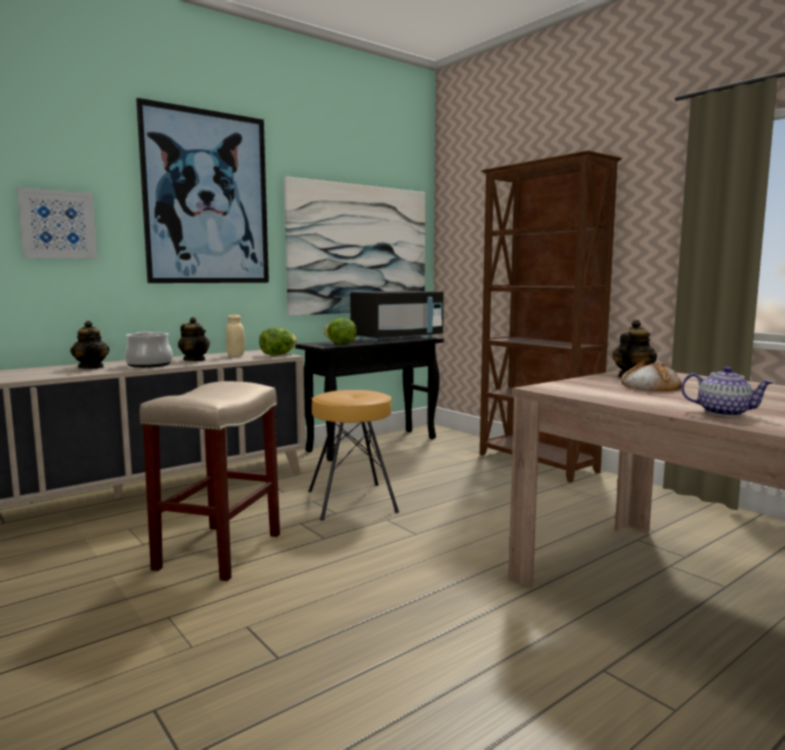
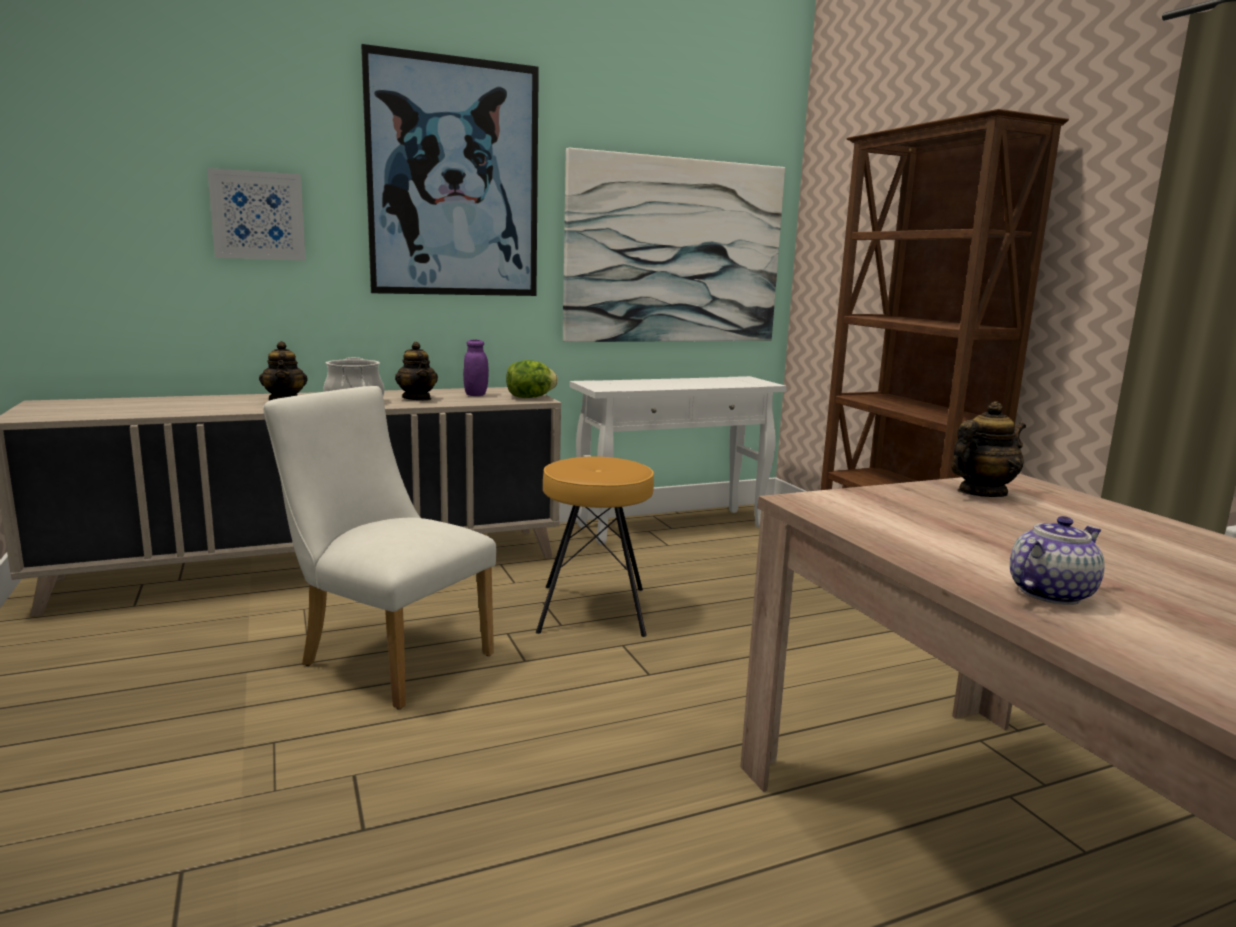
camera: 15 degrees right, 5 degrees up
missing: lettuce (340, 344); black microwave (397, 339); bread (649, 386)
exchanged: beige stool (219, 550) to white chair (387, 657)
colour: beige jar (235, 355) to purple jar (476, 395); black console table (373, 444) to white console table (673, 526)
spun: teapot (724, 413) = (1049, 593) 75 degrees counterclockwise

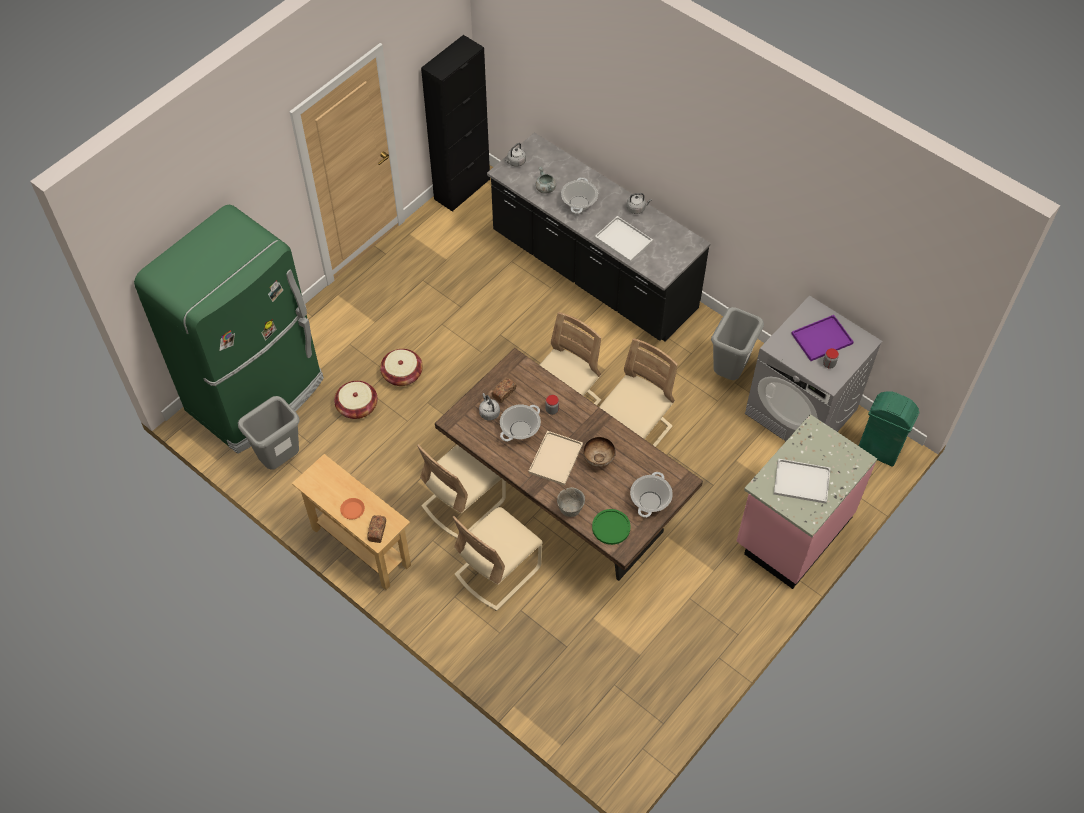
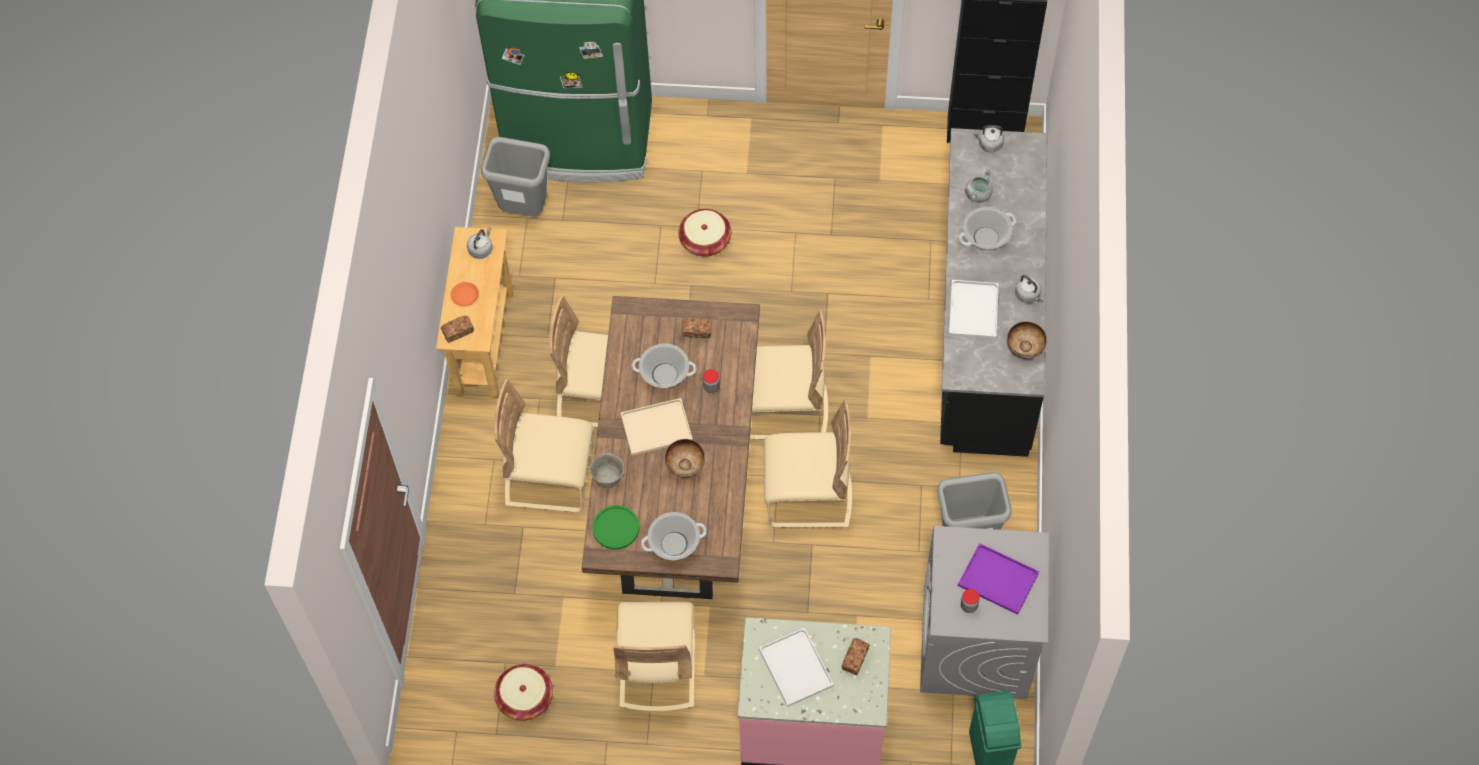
camera: 55 degrees right, 5 degrees up
appeared: beige chair (657, 668); bread (855, 659); bowl (1024, 349)
relocated: basket (357, 406) to (525, 698); grey kettle (489, 412) to (481, 249)

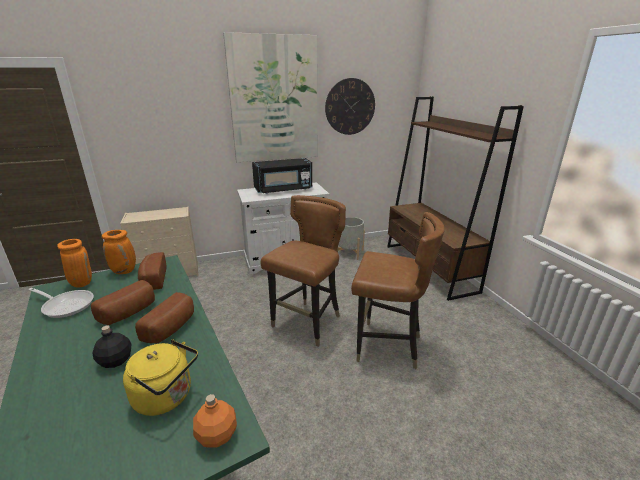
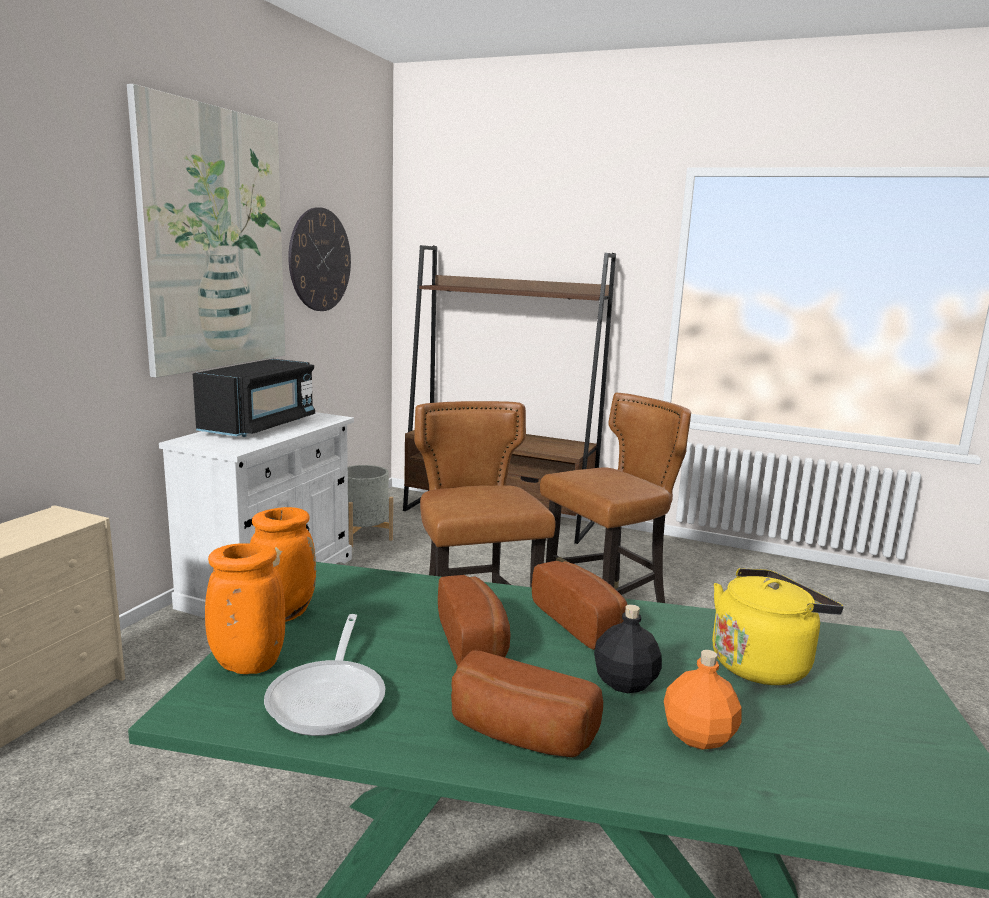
camera: 50 degrees left, 10 degrees down
relocated: bread (153, 279) to (518, 735); orange bottle (217, 435) to (697, 735)
spun: frying pan (66, 305) = (330, 697) 120 degrees clockwise

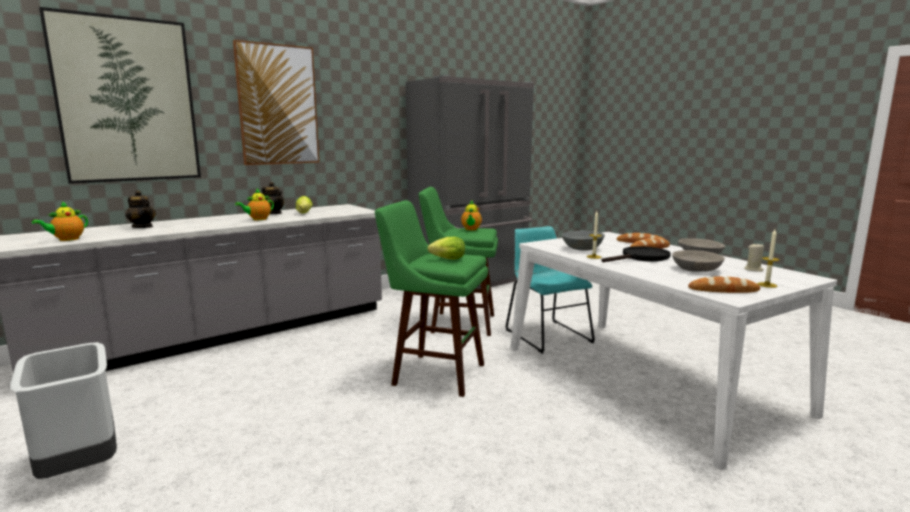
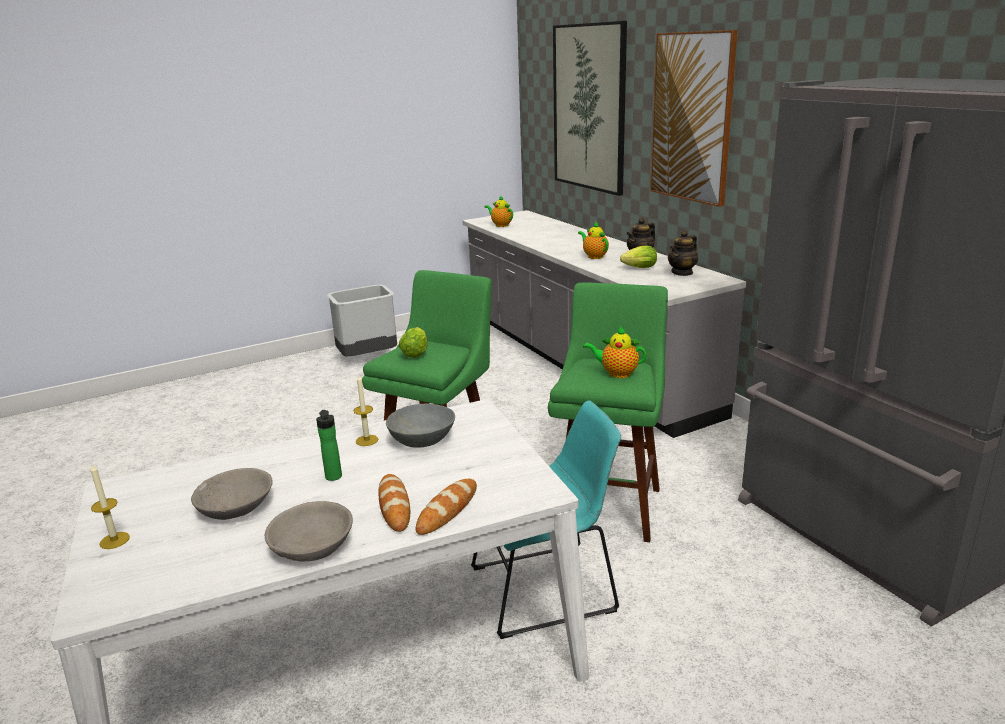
camera: 100 degrees right, 10 degrees up
missing: bread (723, 290); beige candle (753, 269)
relocated: teapot (143, 227) to (682, 272)
exchanged: black frying pan (641, 258) to bottle (334, 478)

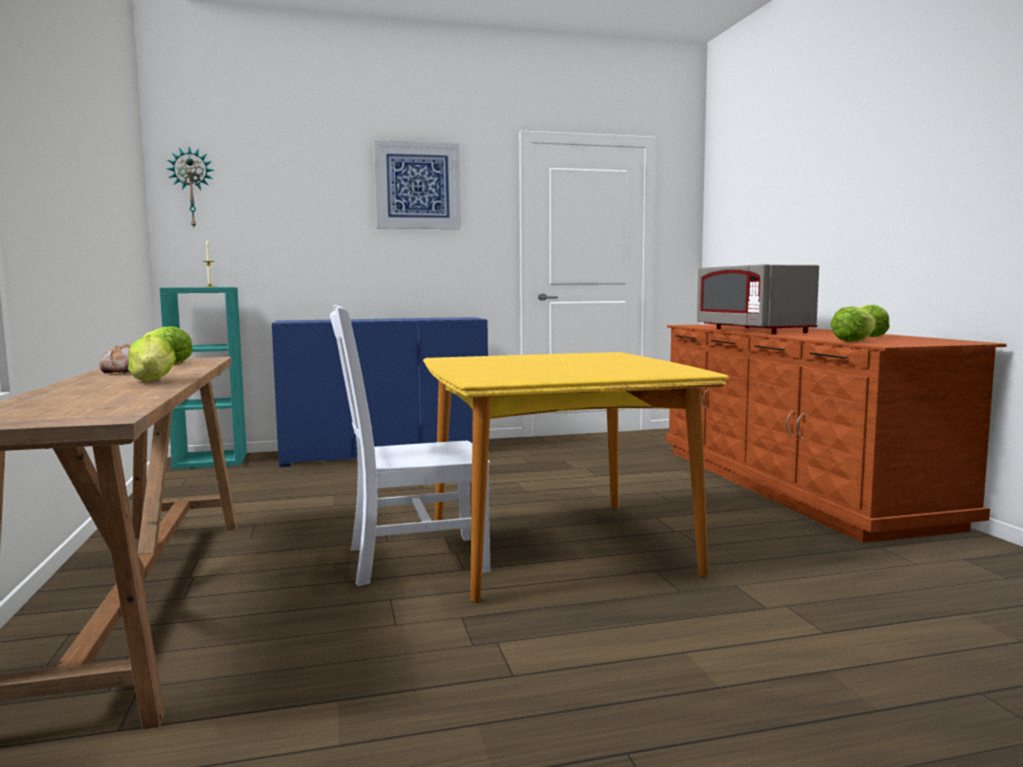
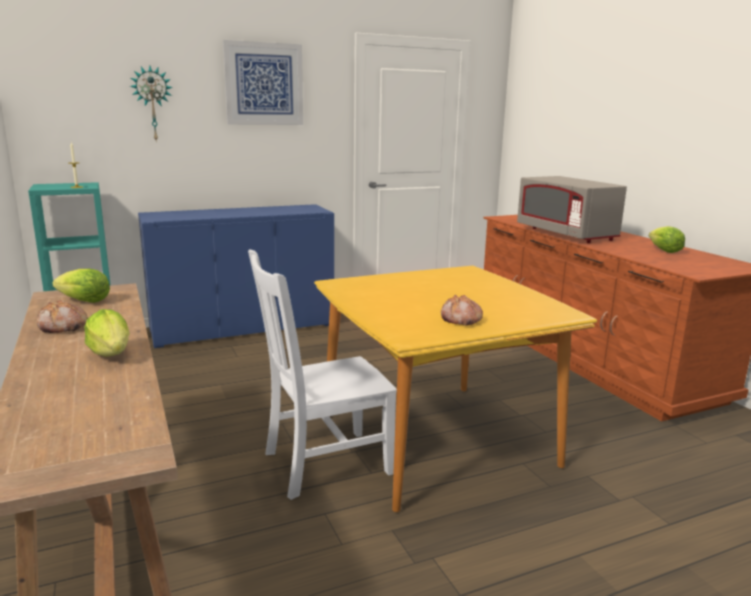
camera: 10 degrees left, 10 degrees up
missing: lettuce (852, 341)
appeared: bread (460, 319)
relocated: wall clock (192, 188) to (152, 104)

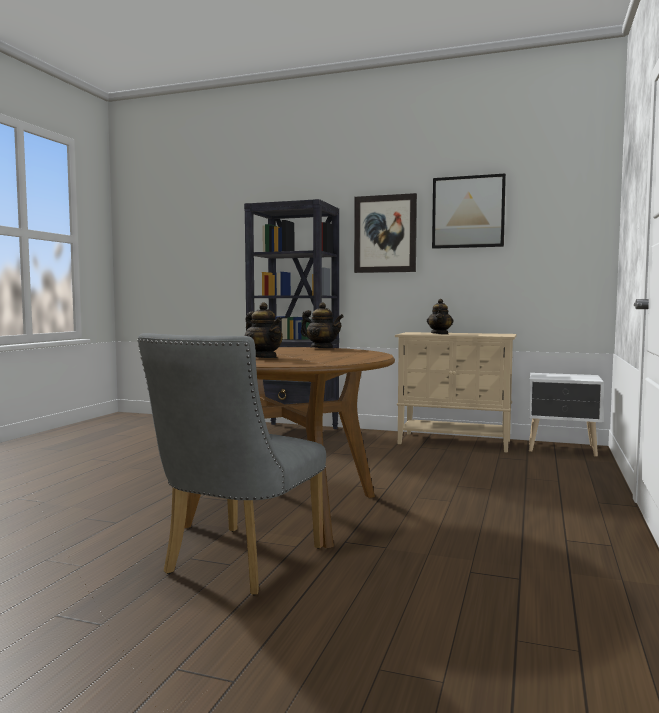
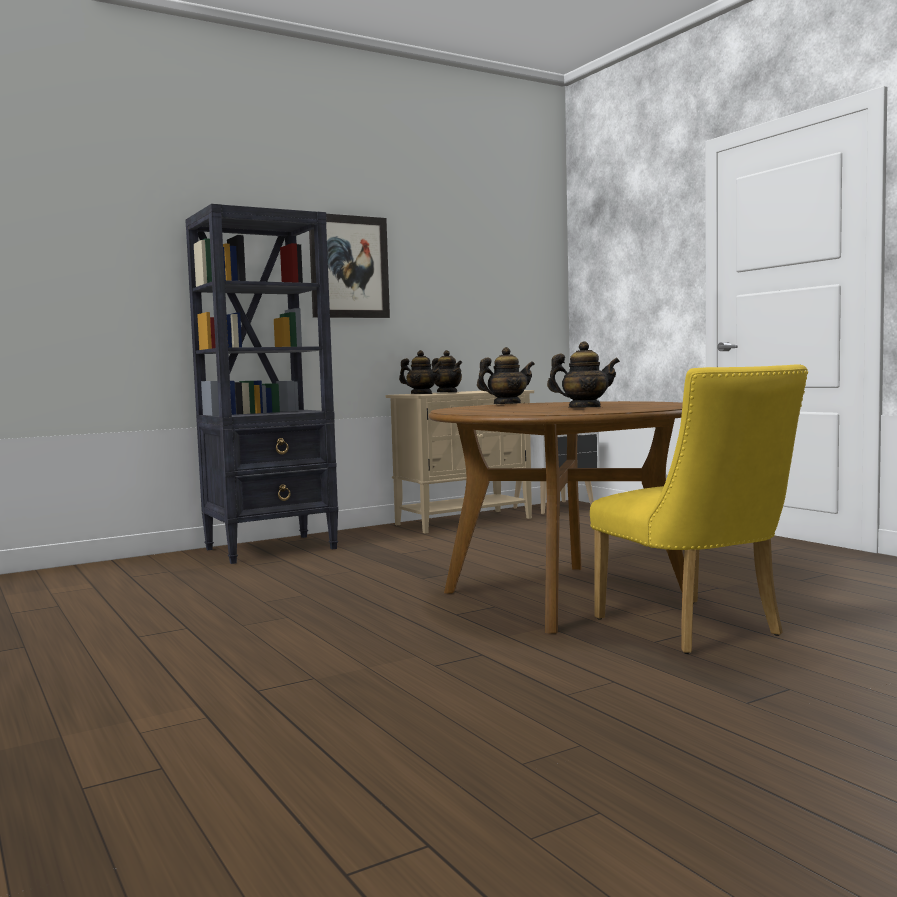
camera: 50 degrees left, 0 degrees up
missing: picture (468, 212)
appeared: teapot (421, 394)
colour: grey chair (237, 564) to yellow chair (696, 630)

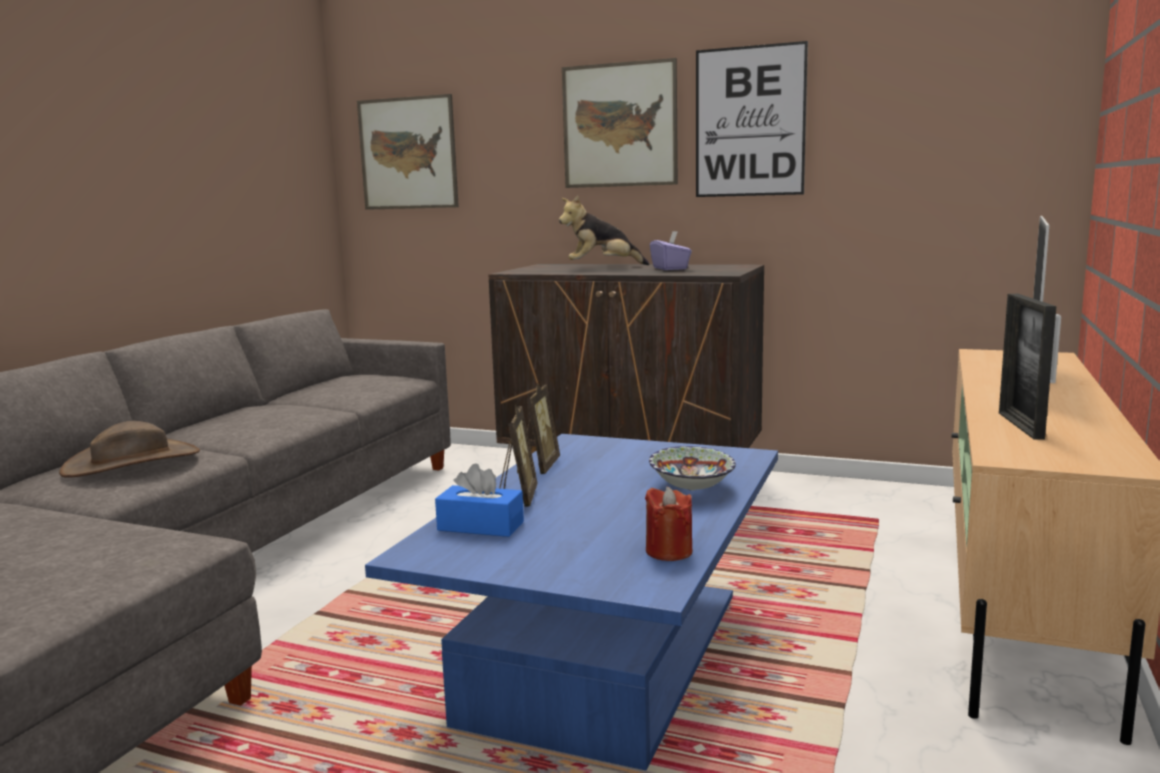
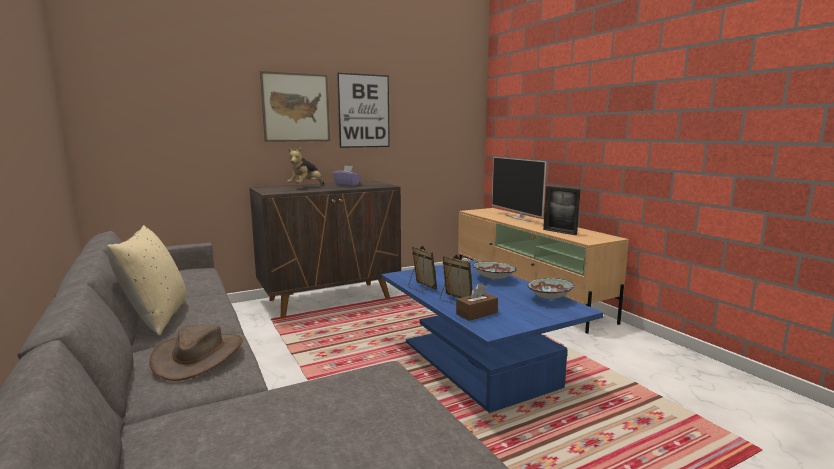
camera: 50 degrees left, 0 degrees up
missing: picture (408, 153)
appeared: beige pillow (156, 318)
exchanged: red candle (669, 551) to bowl (550, 298)
colour: blue tissue box (480, 526) to brown tissue box (476, 313)

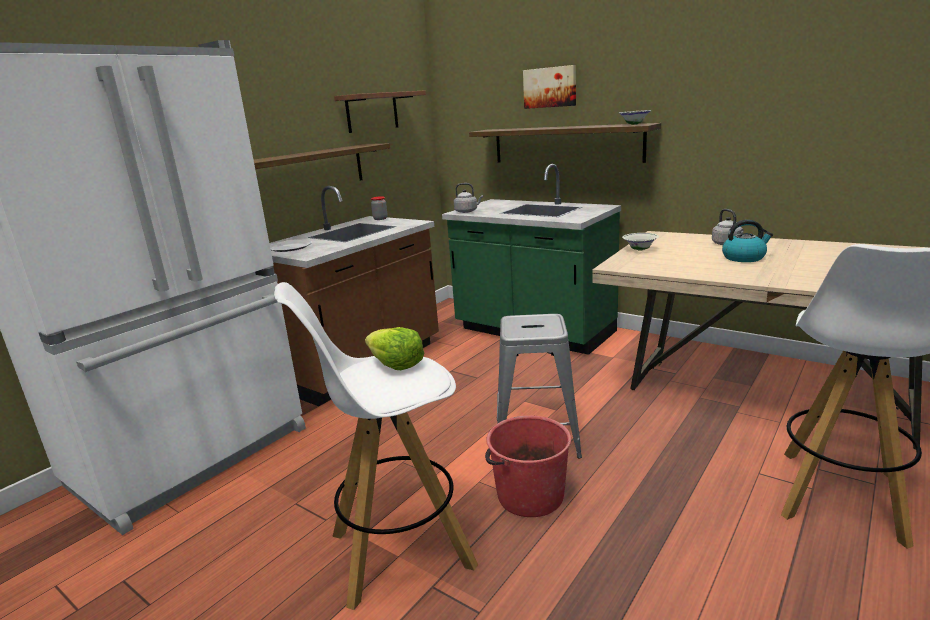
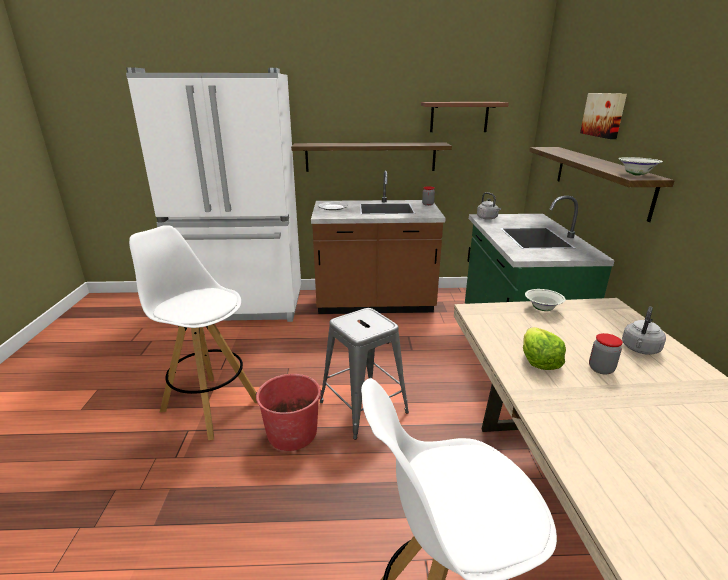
camera: 50 degrees right, 5 degrees up
relocated: lettuce (396, 365) to (538, 361)
exchanged: kettle (744, 258) to jar (601, 369)

